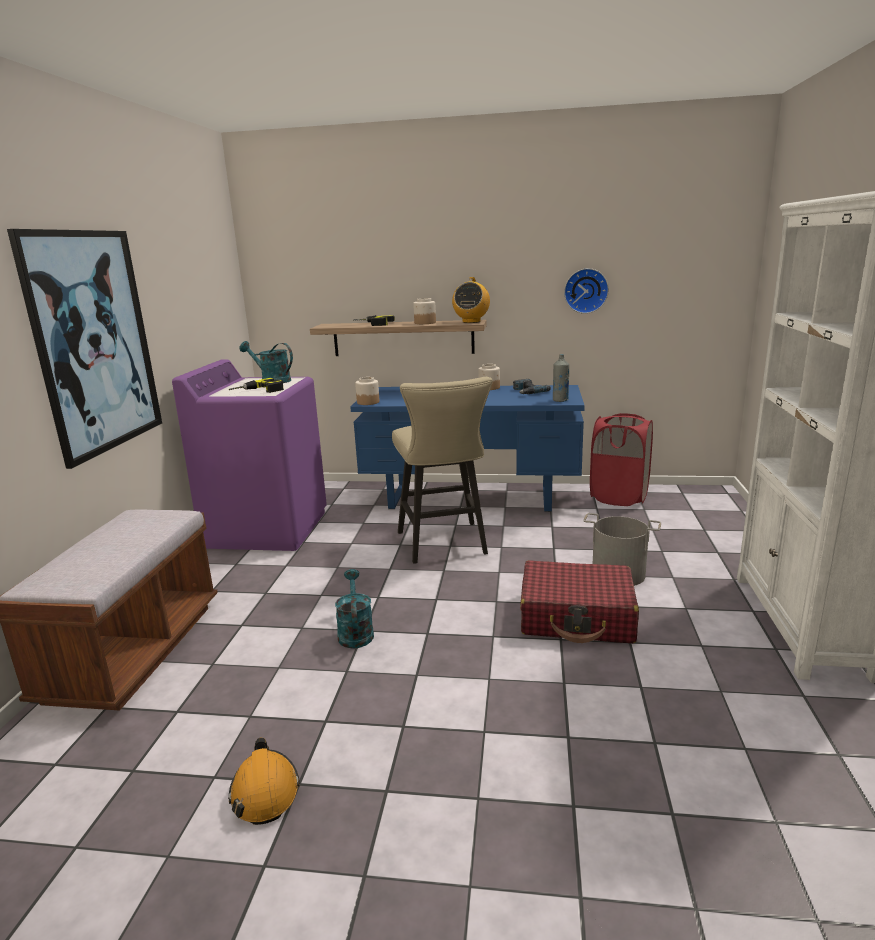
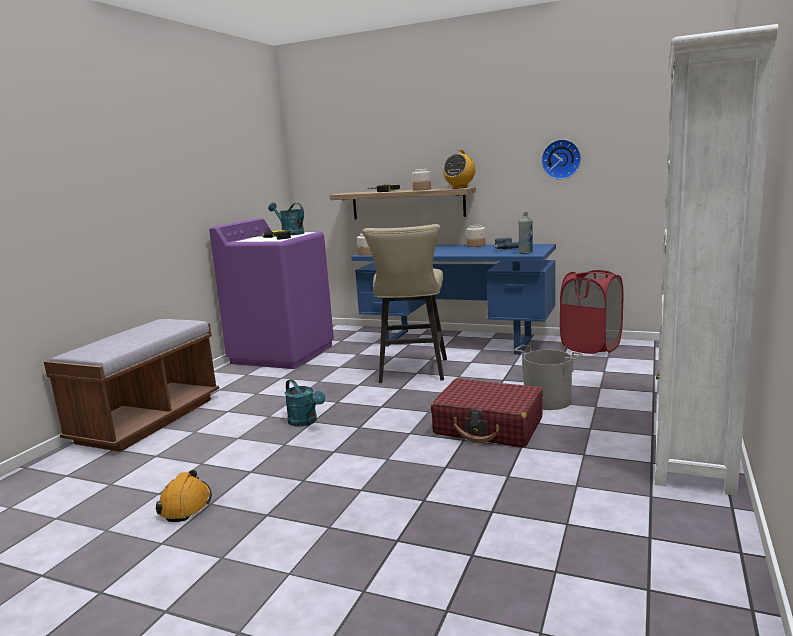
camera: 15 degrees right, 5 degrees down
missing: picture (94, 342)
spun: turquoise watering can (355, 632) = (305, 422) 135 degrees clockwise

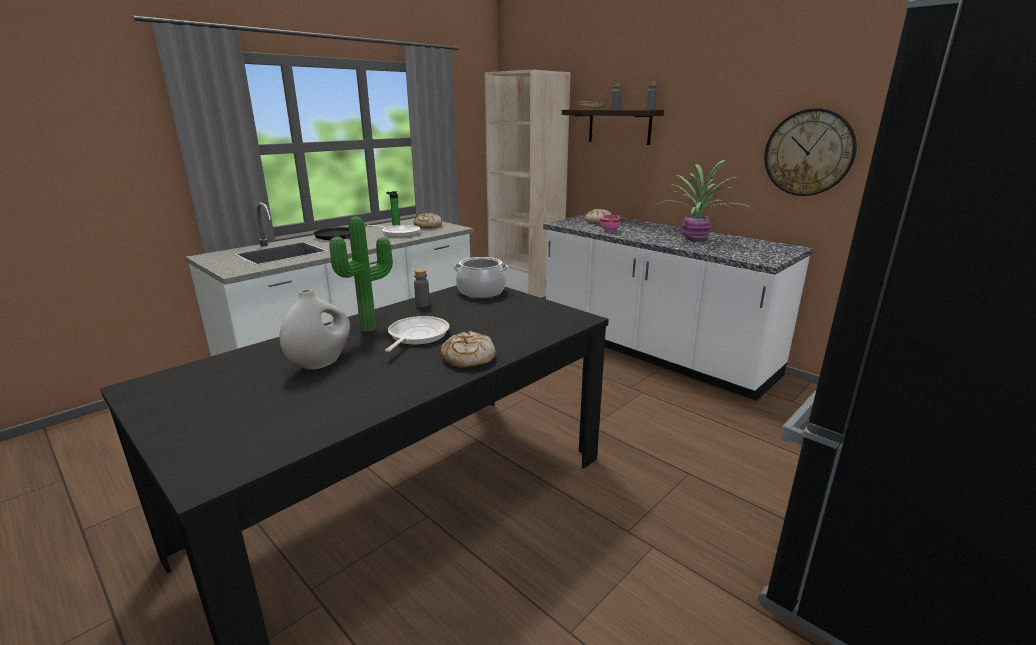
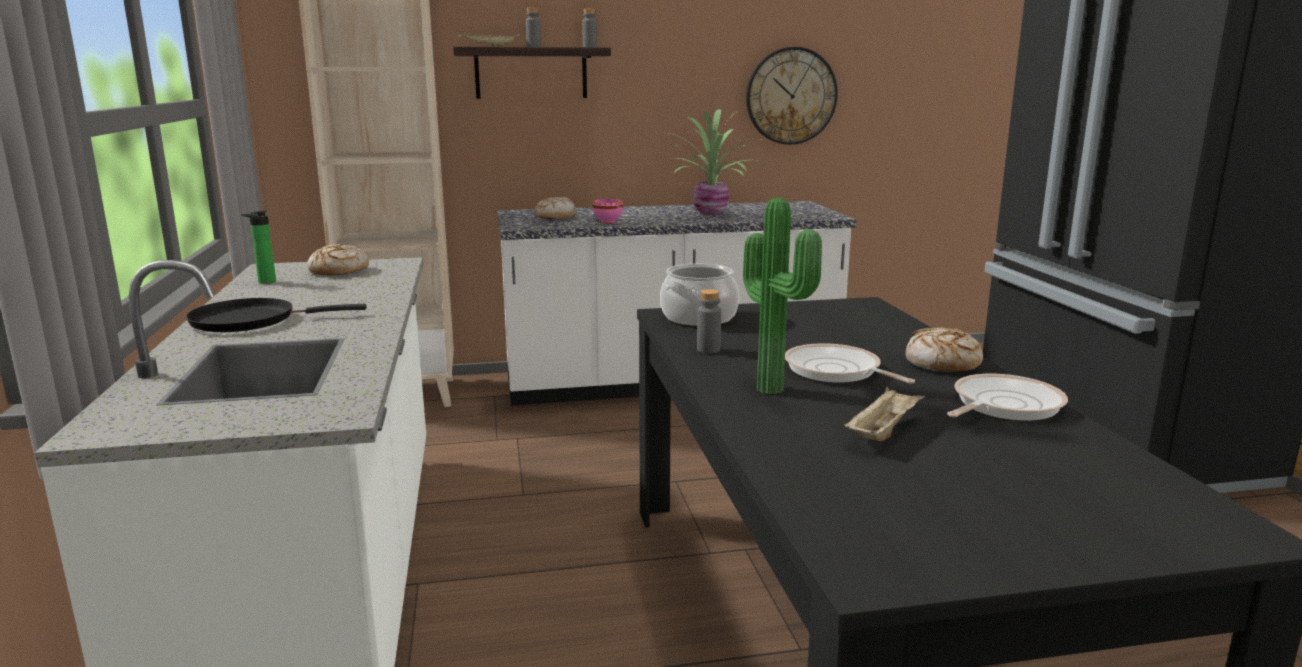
camera: 55 degrees left, 5 degrees down
relocated: frying pan (399, 233) to (1003, 405)
exchanged: white vase (321, 362) to beige tray (883, 431)

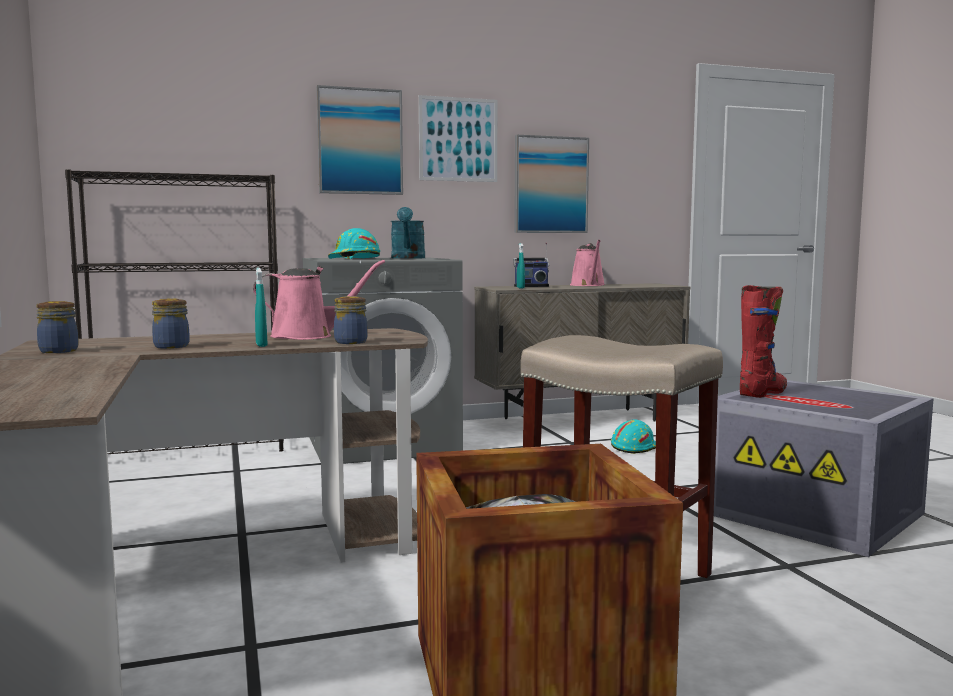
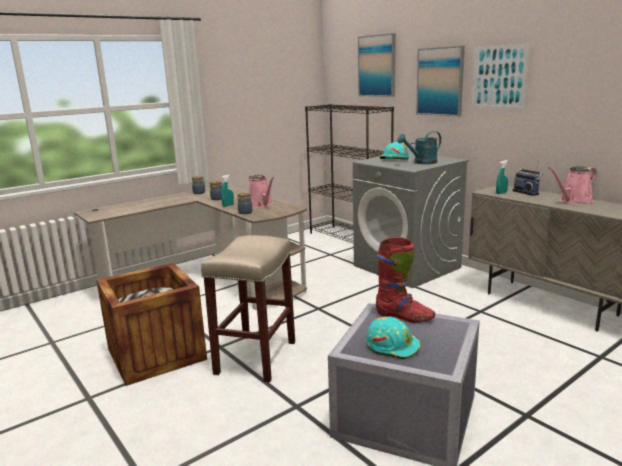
camera: 70 degrees right, 10 degrees up
relocated: picture (550, 185) to (377, 66); turquoise hard hat (634, 447) to (392, 346)

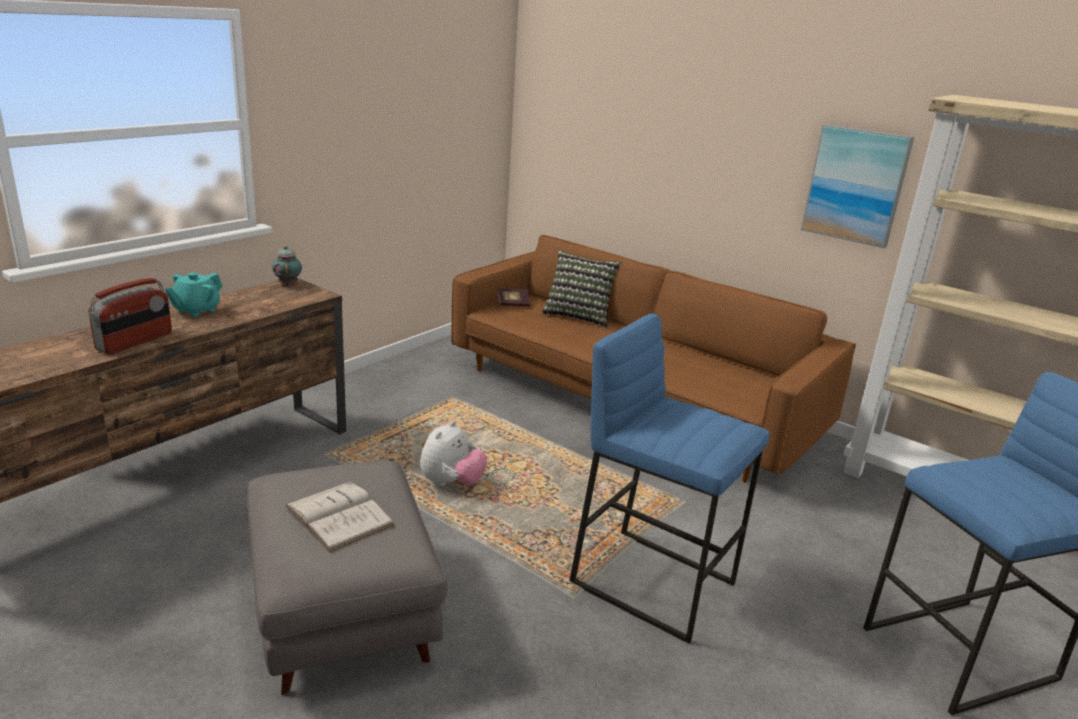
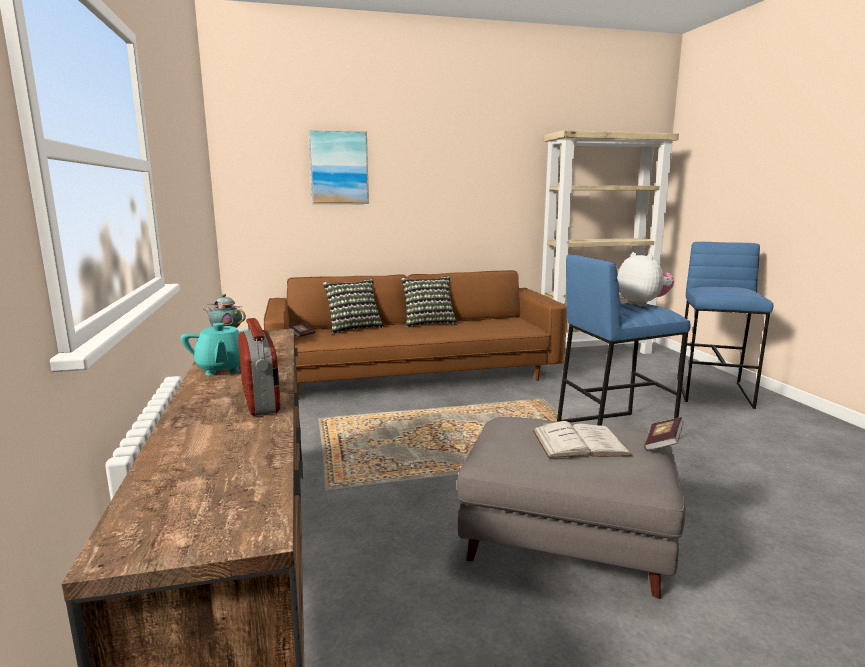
camera: 50 degrees left, 10 degrees down
appeared: pillow (428, 323); book (663, 444)
relocated: plush toy (452, 483) to (642, 304); picture (855, 185) to (339, 168)

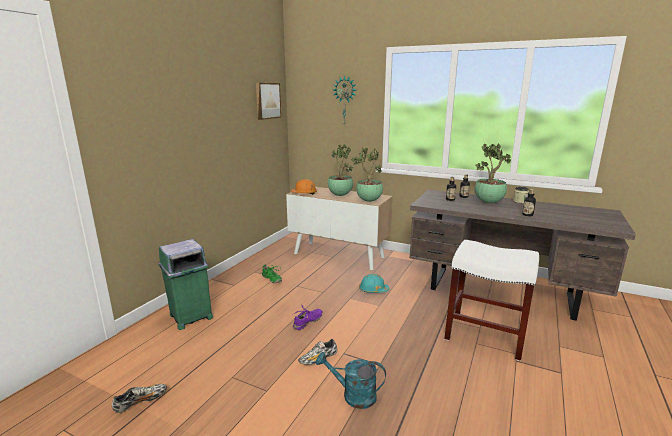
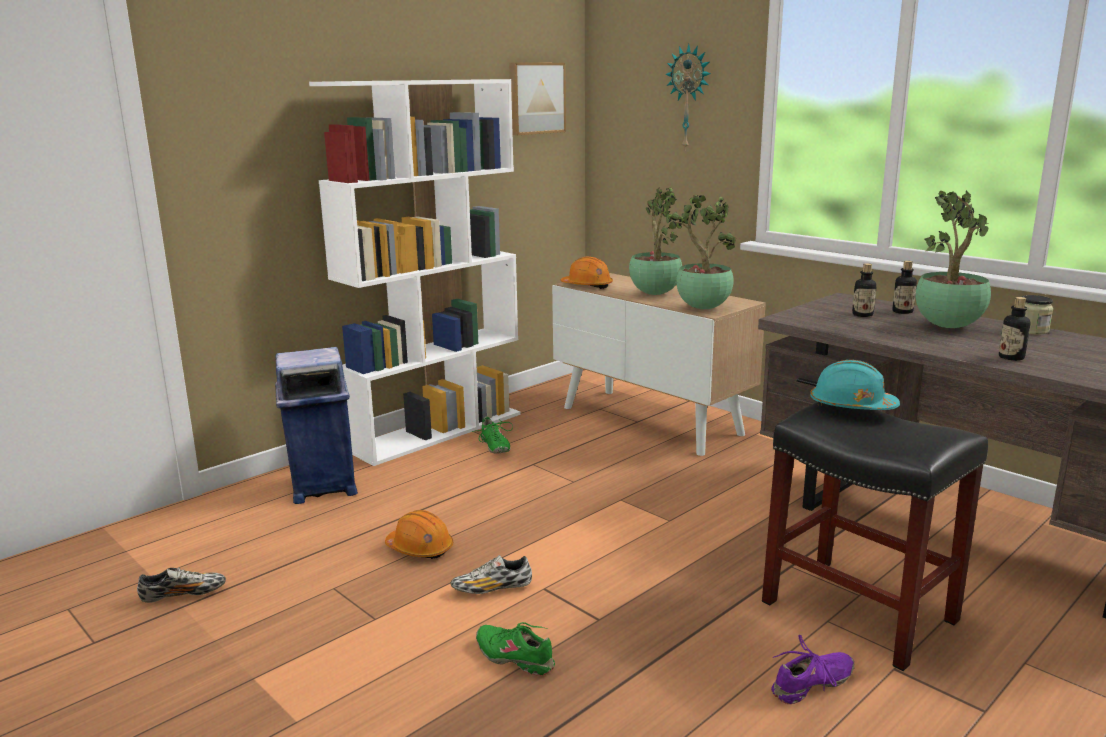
camera: 20 degrees right, 0 degrees up
appeared: white bookcase (436, 431); orange hard hat (420, 548)
relocated: purple shoe (308, 322) to (812, 685); turquoise hard hat (373, 290) to (851, 406)
exchanged: turquoise watering can (353, 395) to green shoe (515, 657)
colour: green trash can (190, 317) to blue trash can (322, 487); white stool (484, 336) to black stool (856, 611)

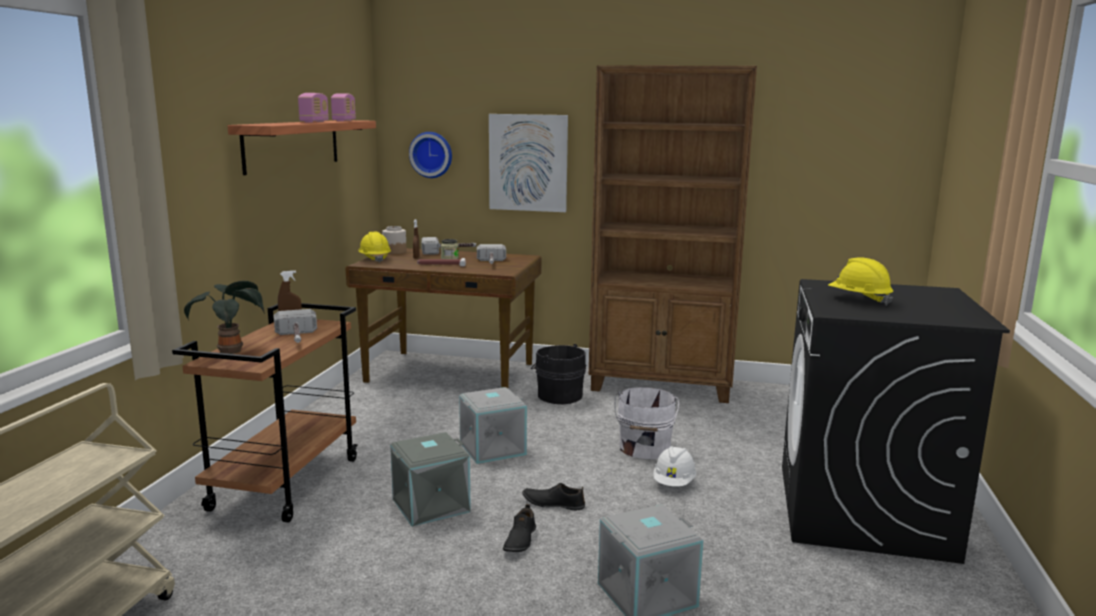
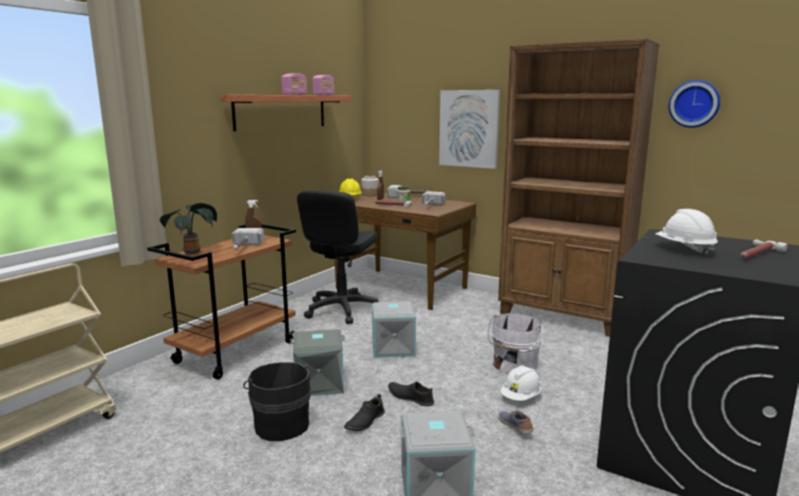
camera: 20 degrees right, 0 degrees up
appeared: black office chair (341, 310); shoe (515, 427); hammer (755, 254)
relocated: wall clock (431, 154) to (694, 104); black bucket (558, 395) to (281, 424)
colour: yellow hard hat (858, 300) to white hard hat (684, 249)

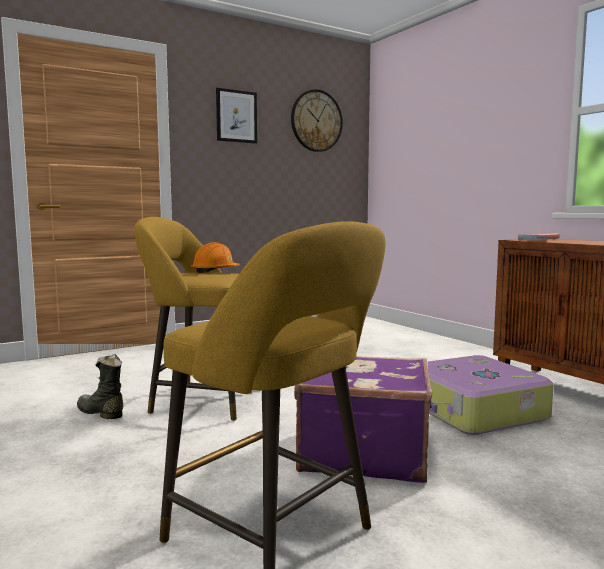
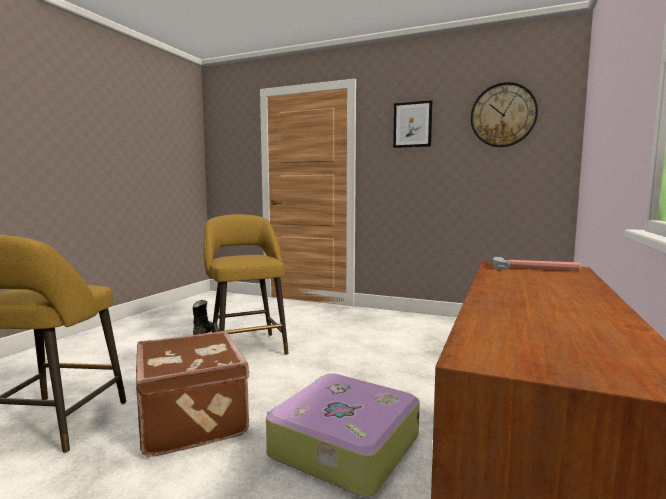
camera: 55 degrees right, 0 degrees up
missing: orange hard hat (215, 271)
colour: purple suitcase (363, 453) to brown suitcase (194, 419)

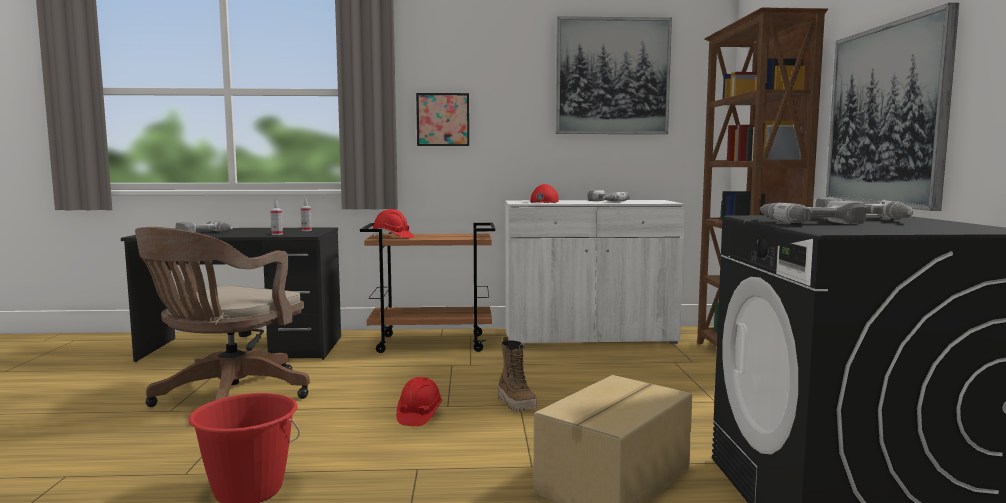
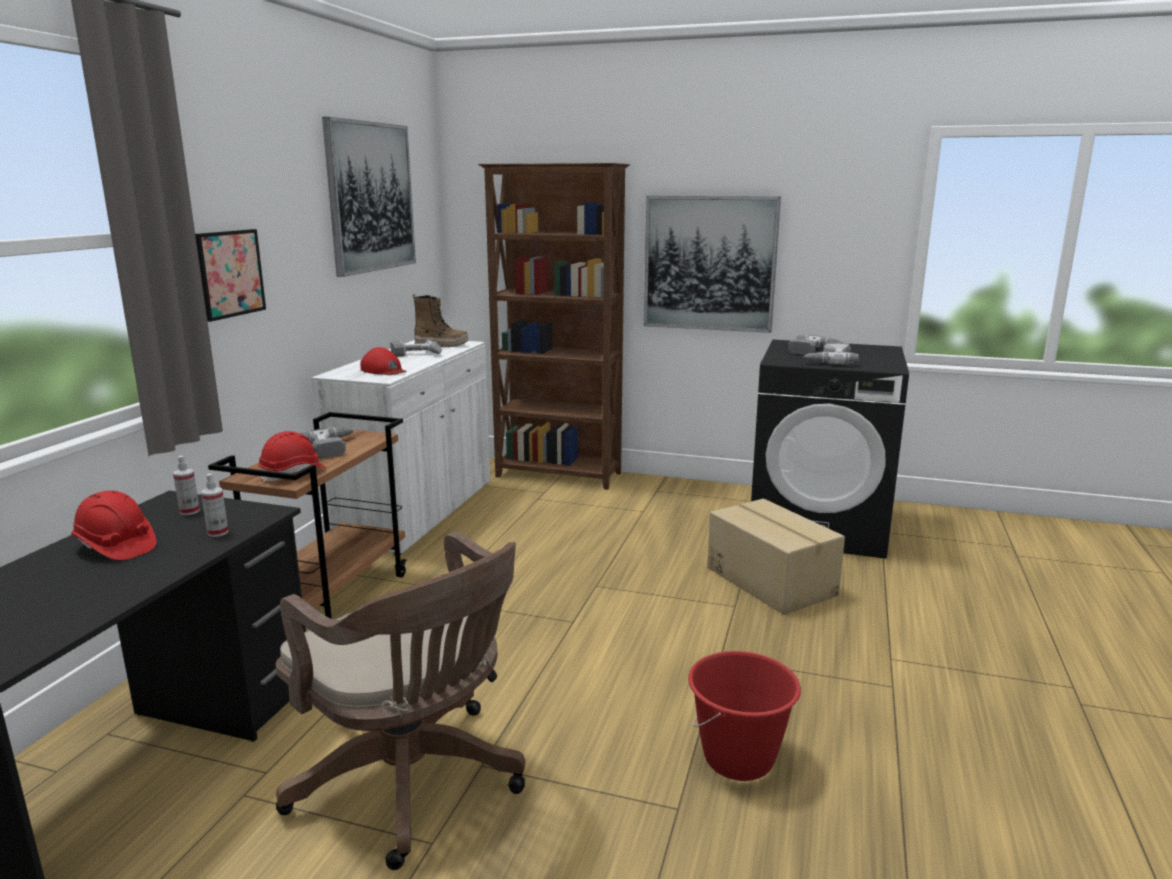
camera: 70 degrees left, 10 degrees up
relocated: power drill (205, 233) to (333, 447); red hard hat (419, 415) to (116, 546); boot (516, 404) to (441, 345)

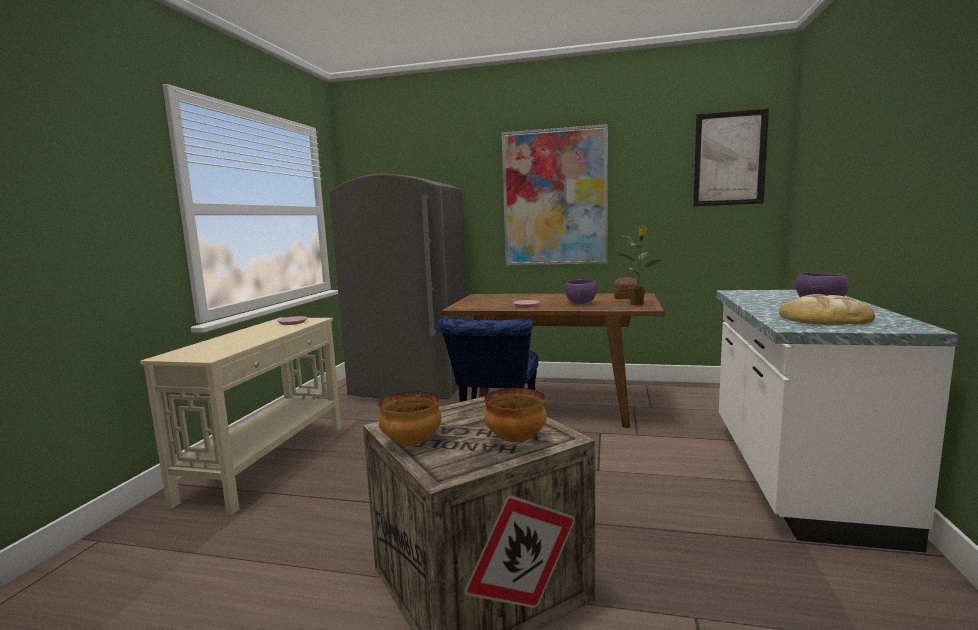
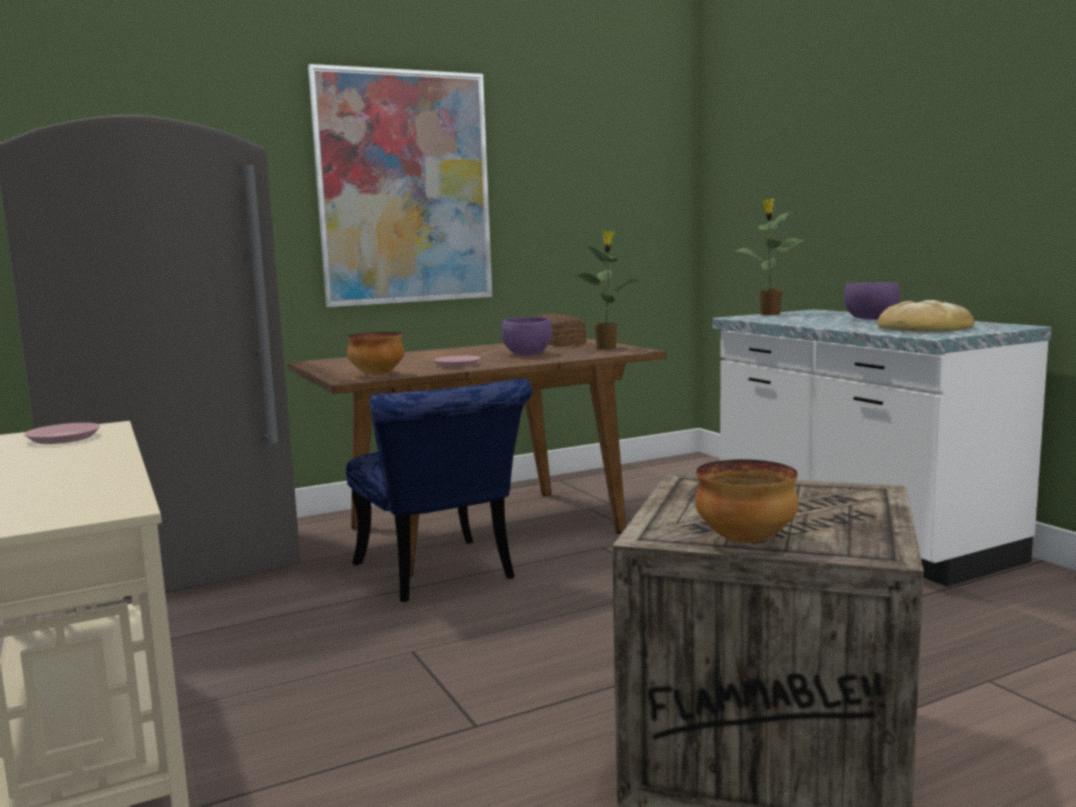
camera: 40 degrees left, 0 degrees up
missing: picture (729, 159)
appeared: potted plant (769, 314)
relocated: bowl (516, 440) to (378, 375)

